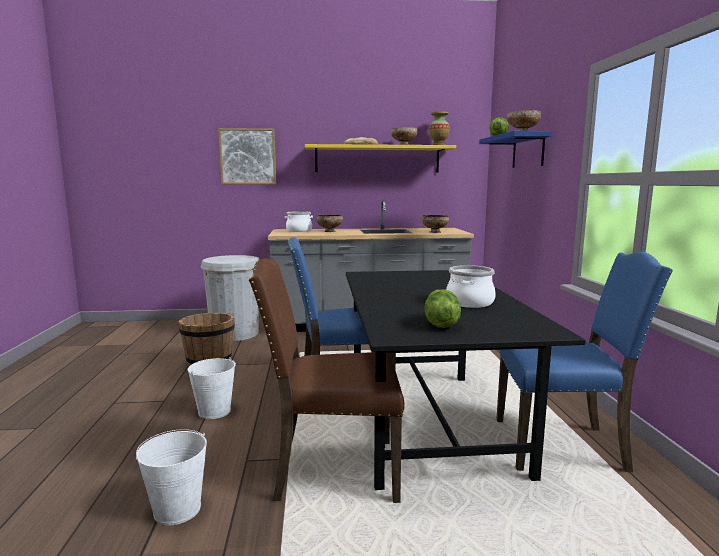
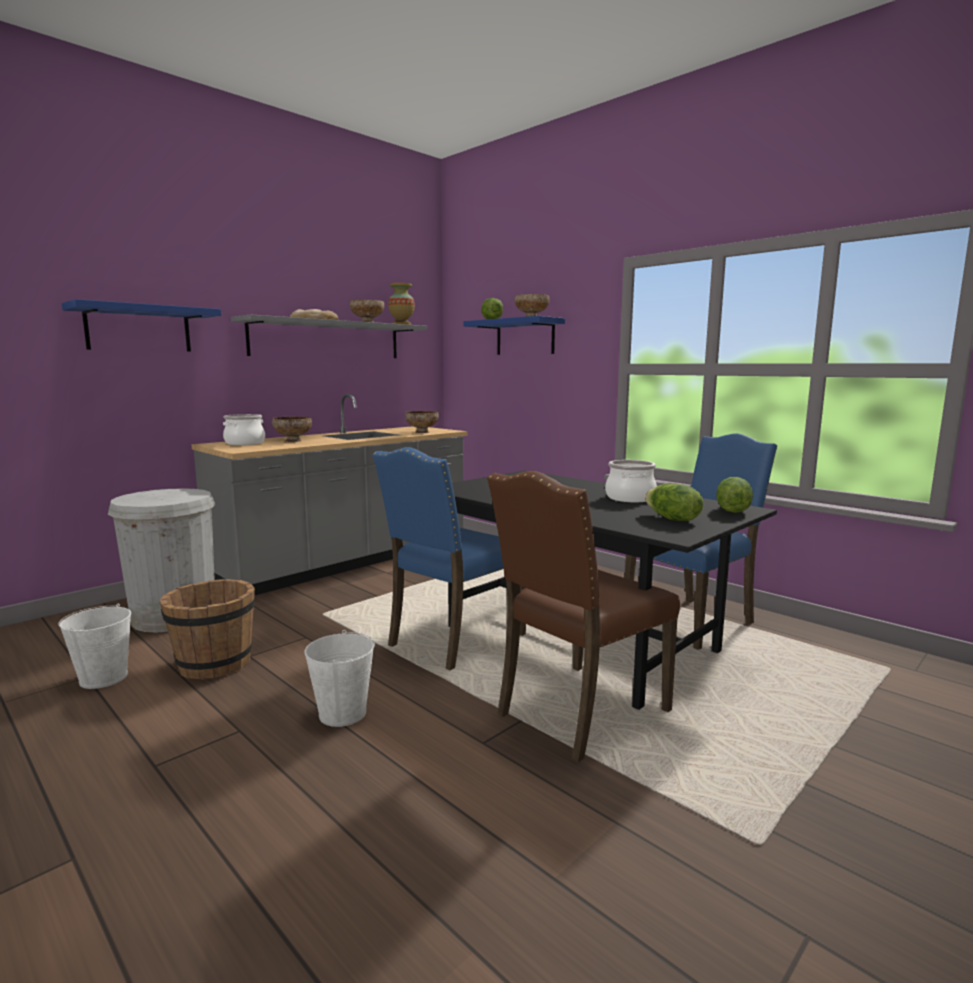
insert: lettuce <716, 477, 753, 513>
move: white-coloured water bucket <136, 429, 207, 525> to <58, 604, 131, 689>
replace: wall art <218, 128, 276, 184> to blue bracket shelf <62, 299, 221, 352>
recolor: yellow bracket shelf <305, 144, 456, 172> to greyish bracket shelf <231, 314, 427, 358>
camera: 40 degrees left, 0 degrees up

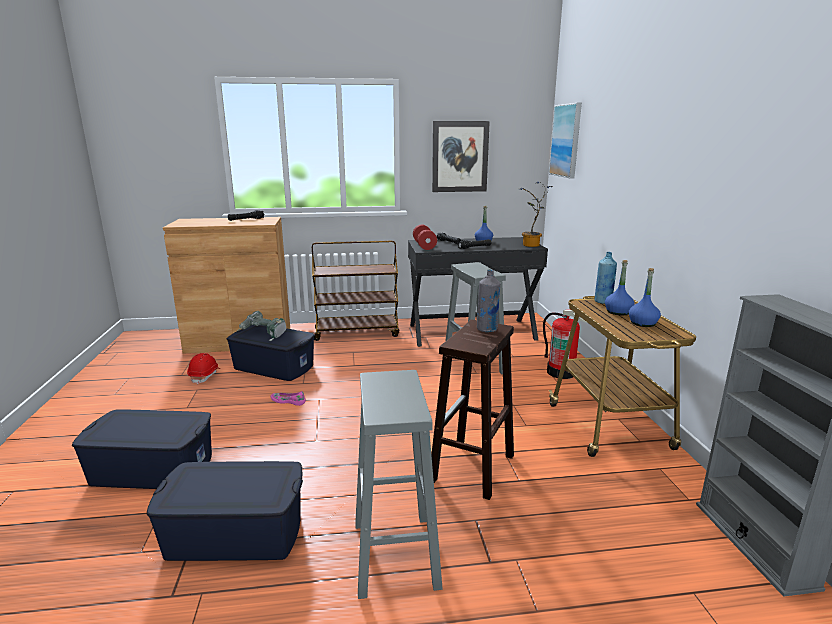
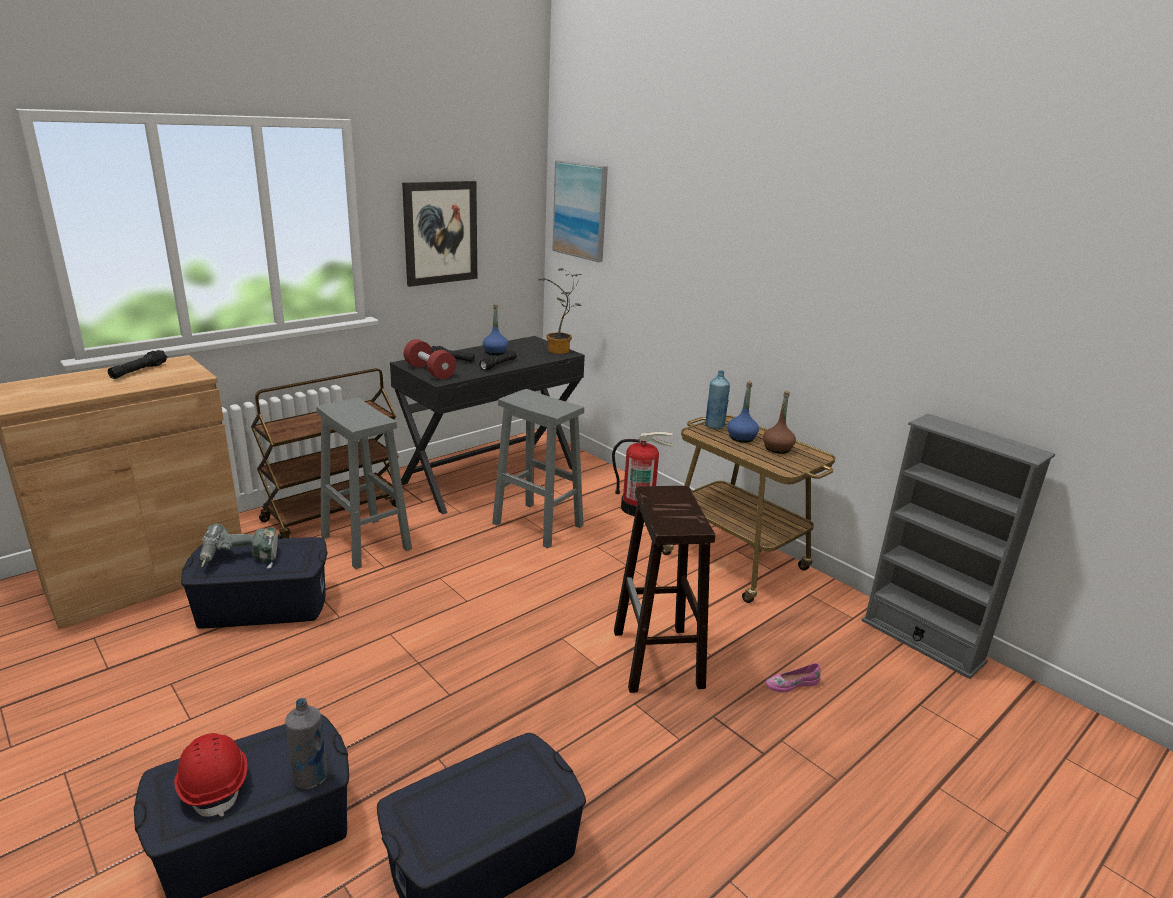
move: reddish safety helmet <187, 353, 221, 384> to <174, 733, 248, 817>; greyish beverage bottle <477, 270, 500, 332> to <285, 698, 327, 789>; greyish sitting stool <355, 370, 443, 599> to <316, 398, 412, 569>; pinkish shoe <271, 391, 306, 406> to <765, 663, 821, 692>
recolor: blue beverage bottle <629, 268, 661, 327> to brownish beverage bottle <763, 391, 796, 454>
camera: 35 degrees left, 5 degrees up

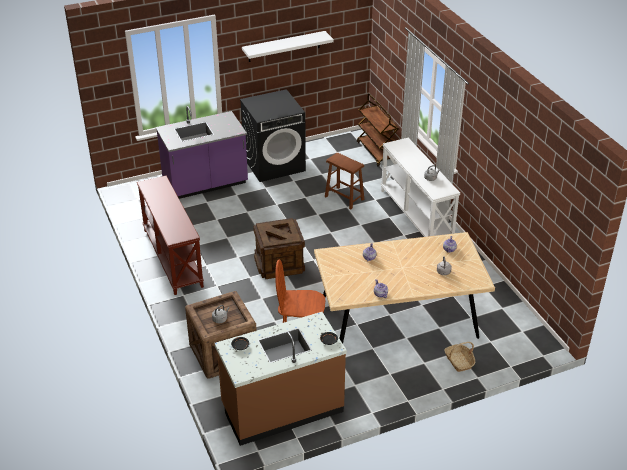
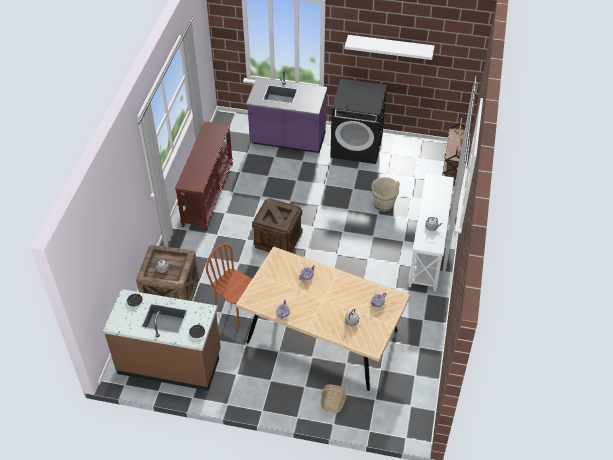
replace: brownish sitting stool <325, 153, 364, 209> to sand-coloured water bucket <371, 177, 400, 212>
camera: 35 degrees right, 10 degrees up

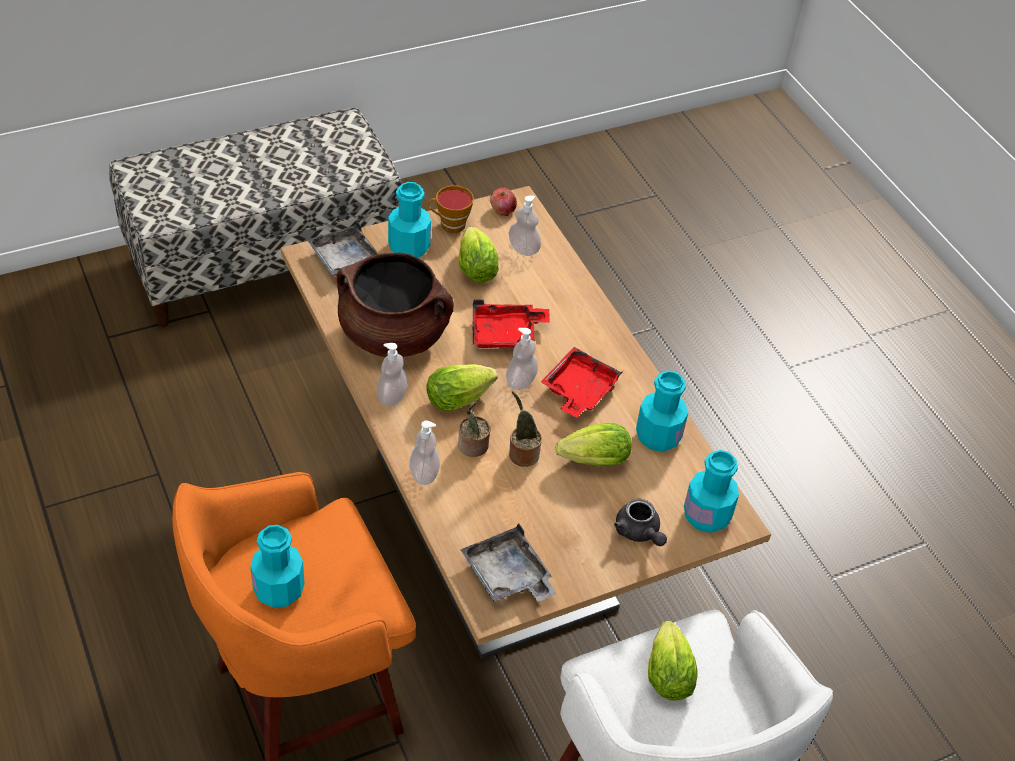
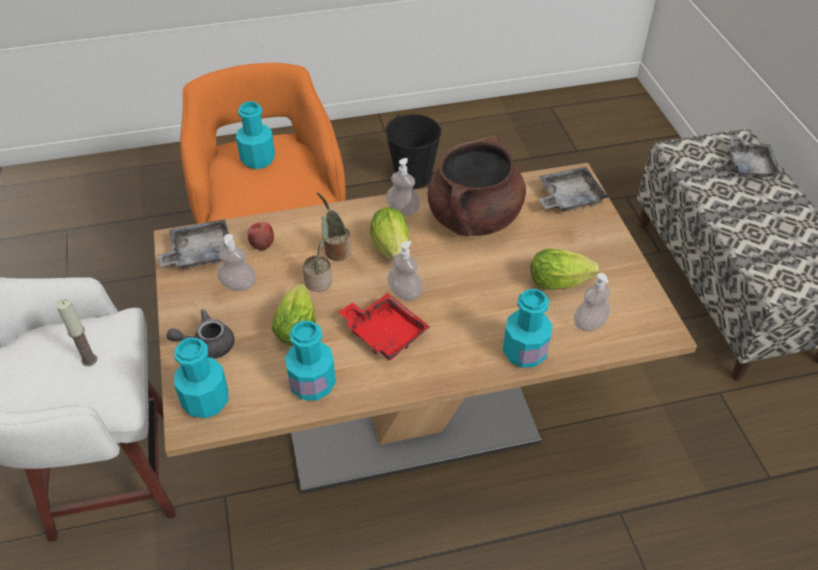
delete: drinking cup <428, 185, 474, 233>; reddish serving tray <473, 299, 550, 348>
insert: black-coloured water bucket <385, 114, 441, 189>; greyish serving tray <728, 137, 781, 179>
move: soap bottle <409, 420, 440, 485> to <217, 234, 256, 291>; whole apple <490, 187, 517, 216> to <247, 222, 274, 251>; blue-green beverage bottle <388, 182, 431, 257> to <503, 289, 553, 368>
replace: lettuce <648, 621, 697, 701> to wax candle <56, 298, 97, 366>
camera: 105 degrees right, 0 degrees up

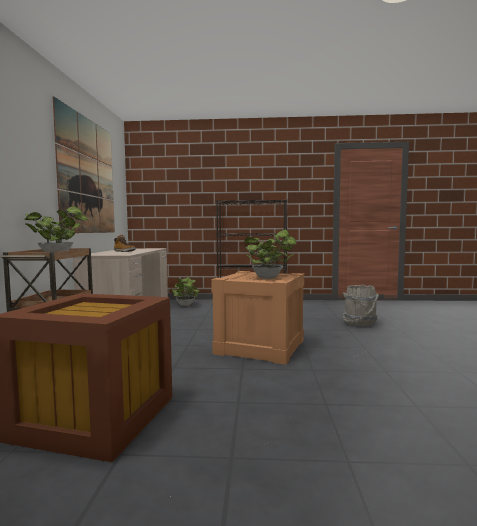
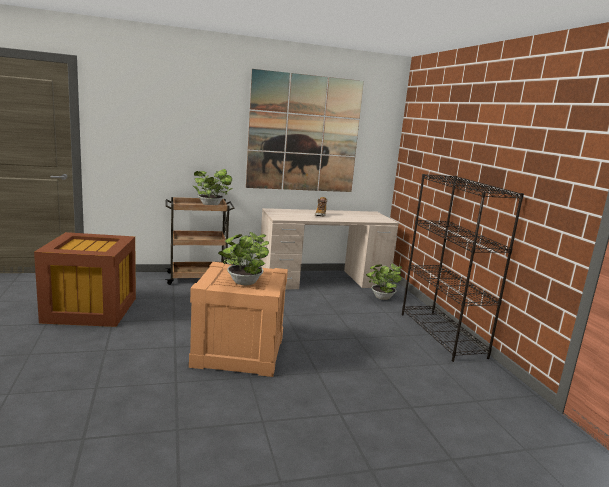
delete: greyish water bucket <343, 285, 379, 327>
camera: 70 degrees right, 10 degrees up

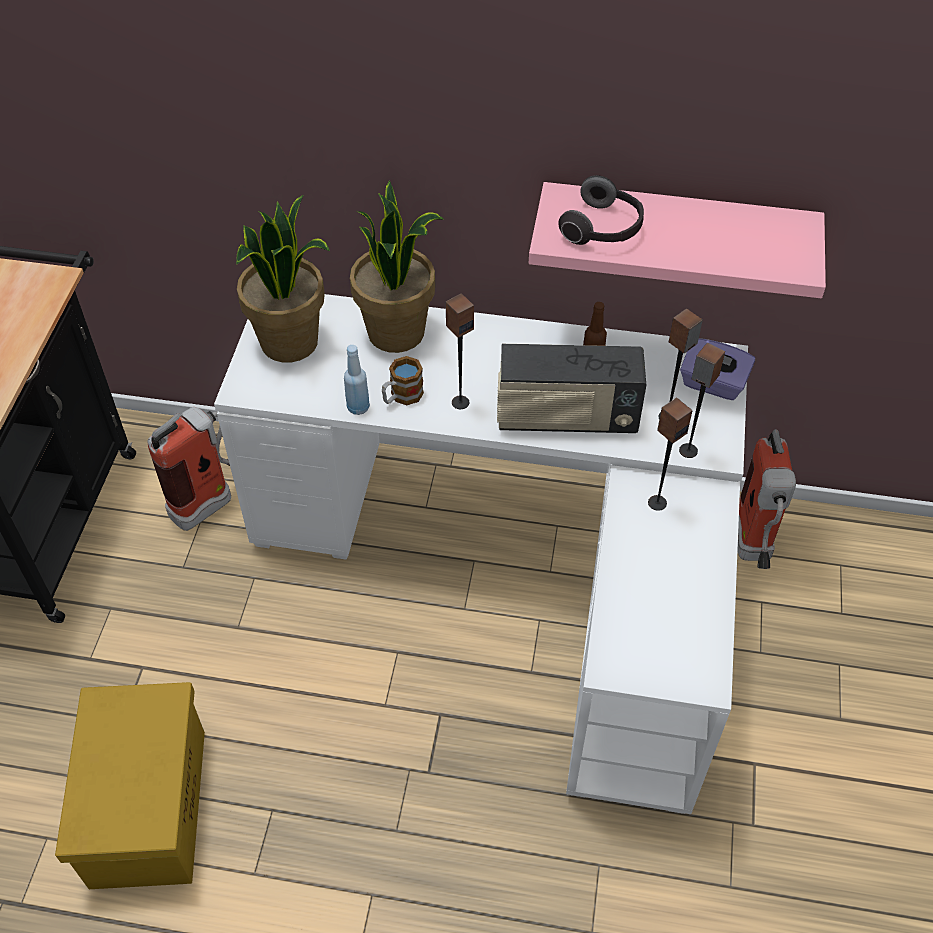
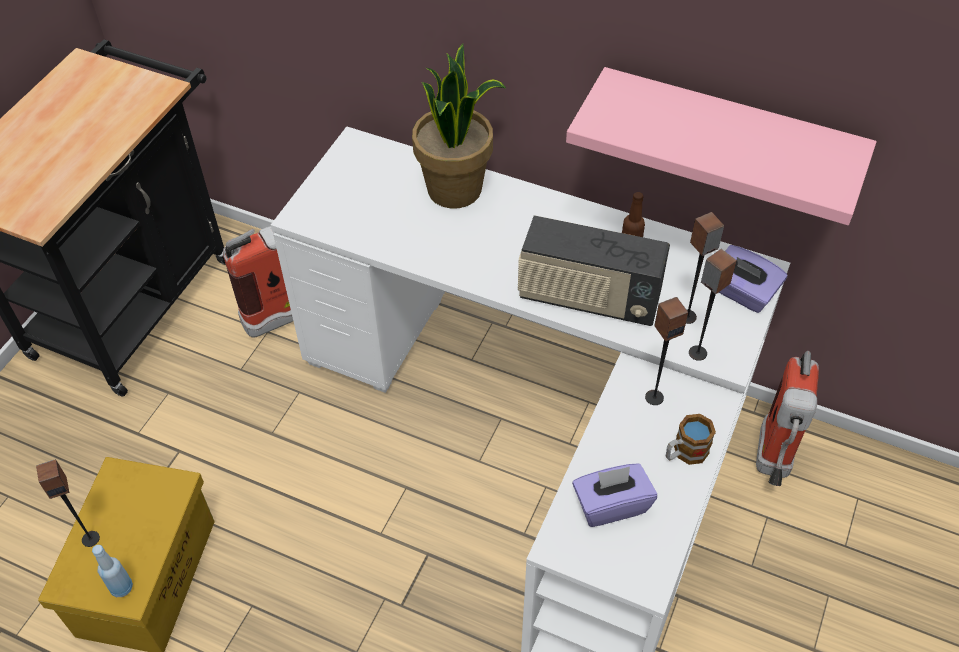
delete: plant in a pot <236, 195, 330, 362>; pair of headphones <558, 175, 644, 245>
insert: purplish tissue holder <572, 463, 657, 527>
move: loudspeaker <446, 293, 474, 409> to <36, 459, 100, 547>; blue beverage bottle <344, 345, 370, 415> to <92, 545, 133, 597>; tea mug <382, 356, 424, 405> to <666, 414, 716, 465>
camera: 15 degrees right, 0 degrees up

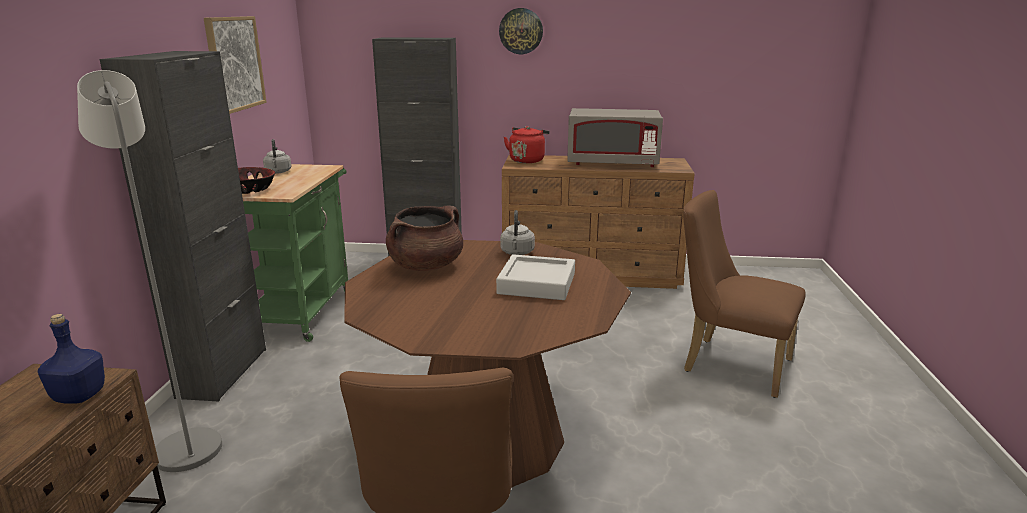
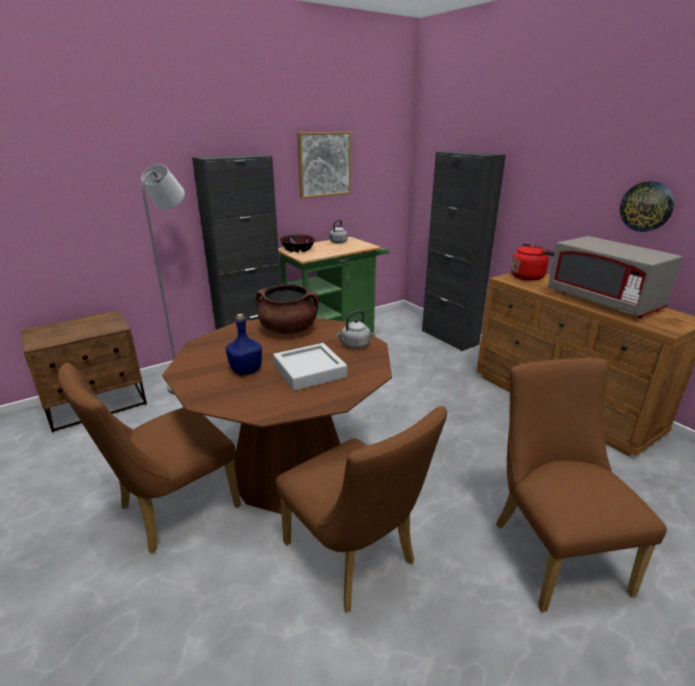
insert: brownish plain chair <276, 406, 447, 612>
move: blue beverage bottle <38, 314, 105, 404> to <226, 314, 262, 375>; wall clock <499, 8, 543, 54> to <620, 181, 674, 232>
camera: 50 degrees right, 5 degrees up

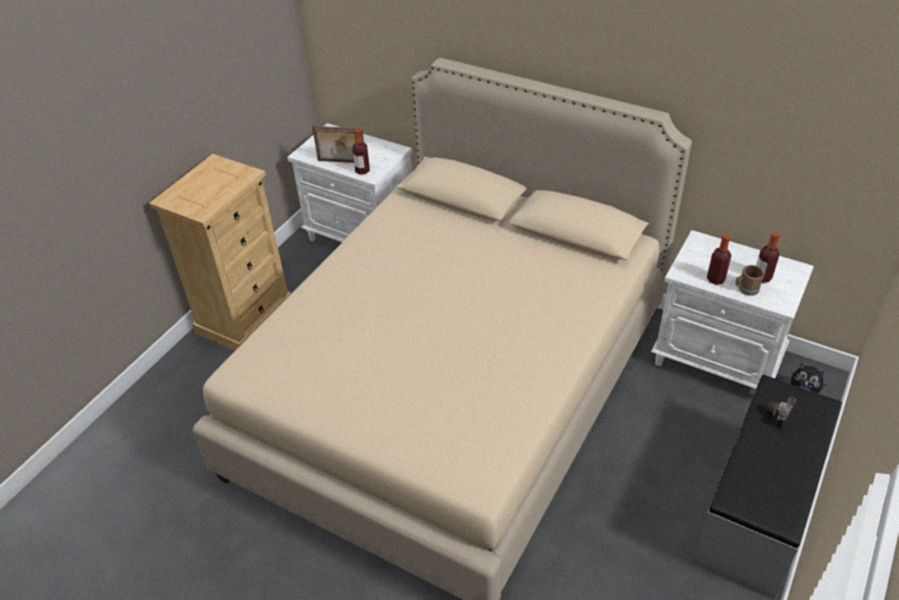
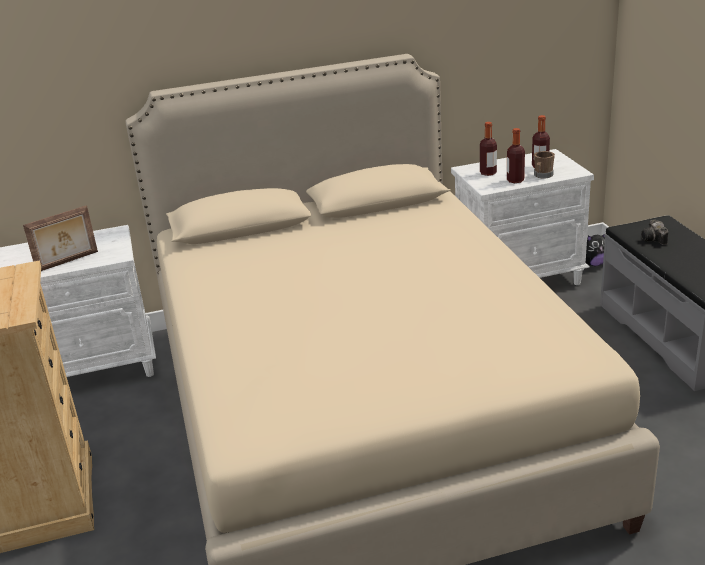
move: beverage bottle <352, 129, 370, 175> to <480, 122, 497, 176>
camera: 45 degrees left, 15 degrees down

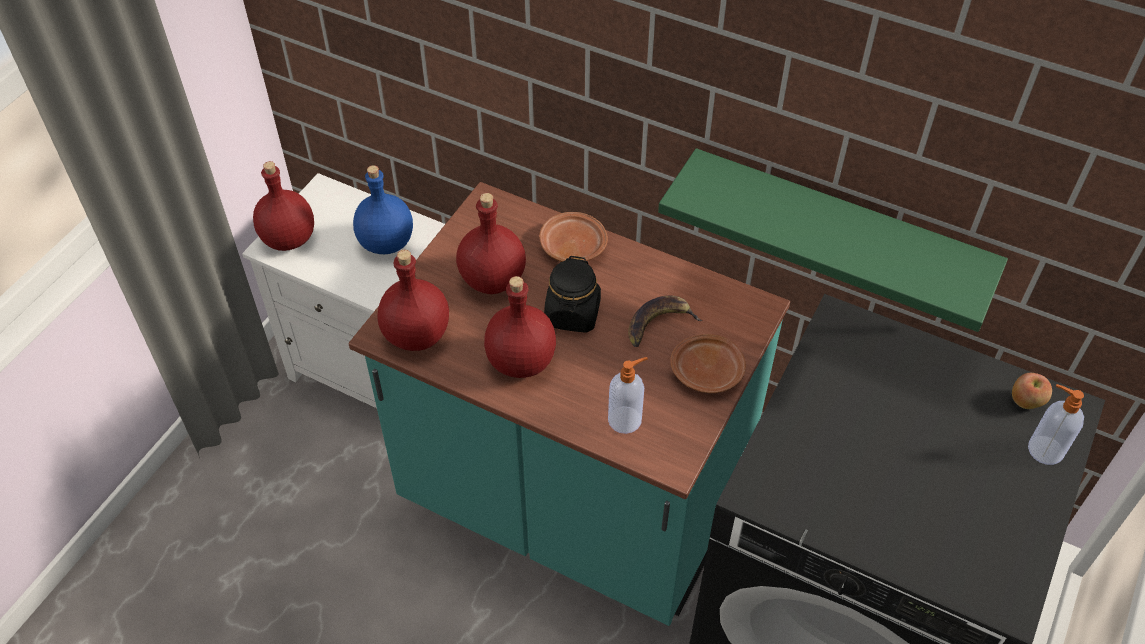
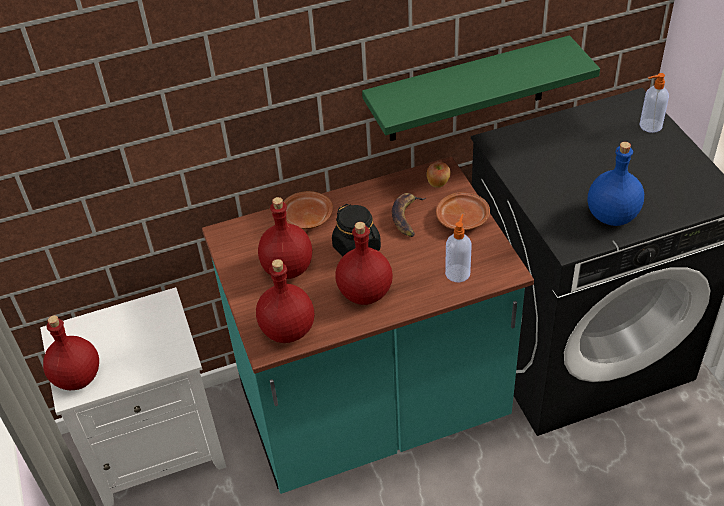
move: whole apple <1012, 373, 1052, 409> to <427, 162, 451, 188>; blue beverage bottle <353, 165, 413, 254> to <588, 142, 644, 226>
camera: 45 degrees left, 5 degrees down

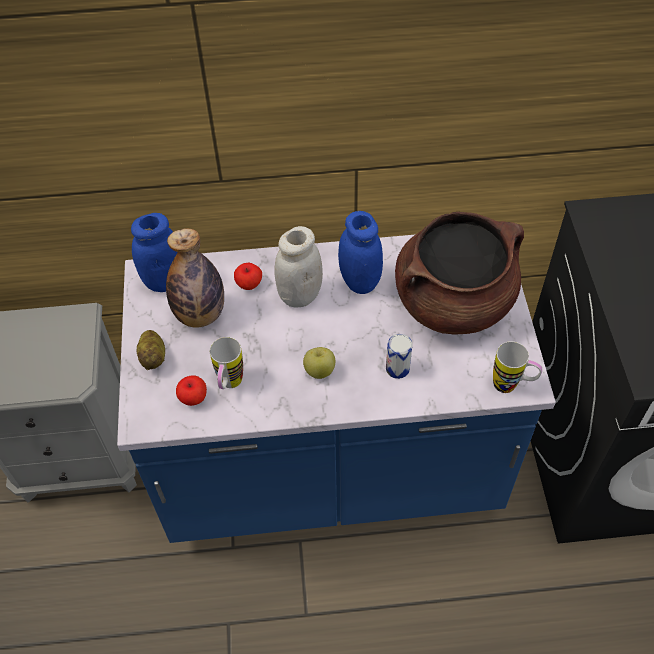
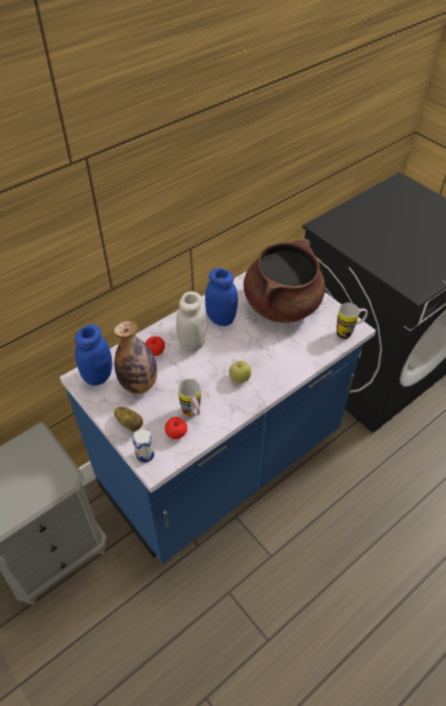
move: sealed can <386, 334, 412, 379> to <132, 429, 154, 463>
camera: 35 degrees left, 5 degrees down

